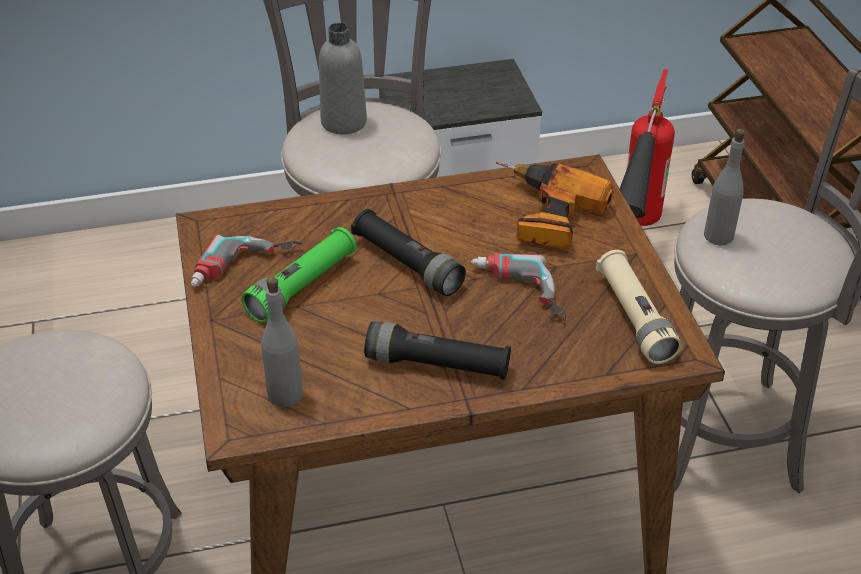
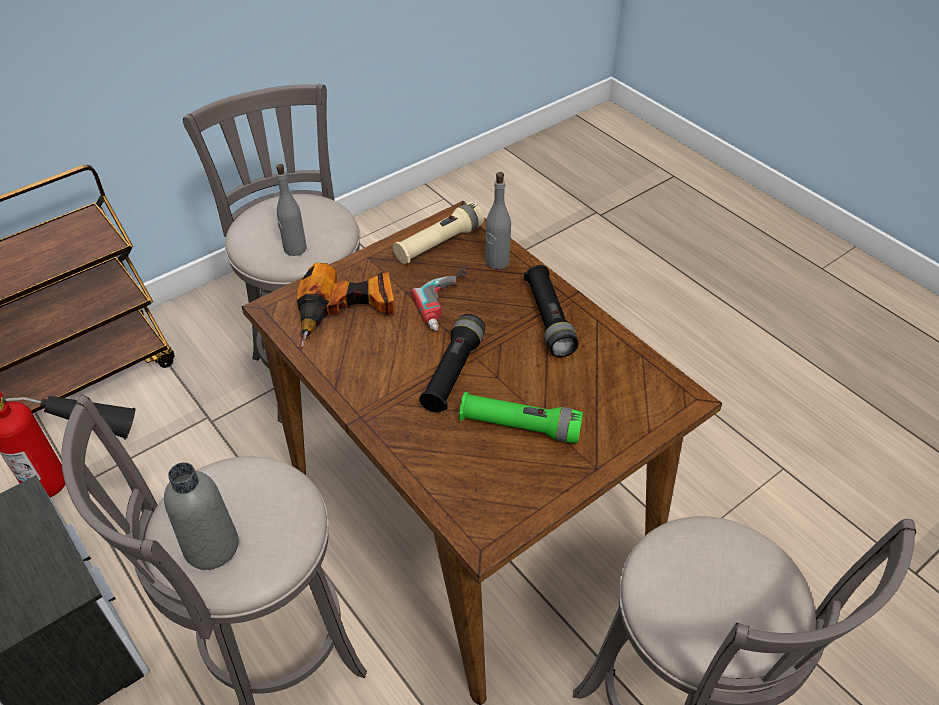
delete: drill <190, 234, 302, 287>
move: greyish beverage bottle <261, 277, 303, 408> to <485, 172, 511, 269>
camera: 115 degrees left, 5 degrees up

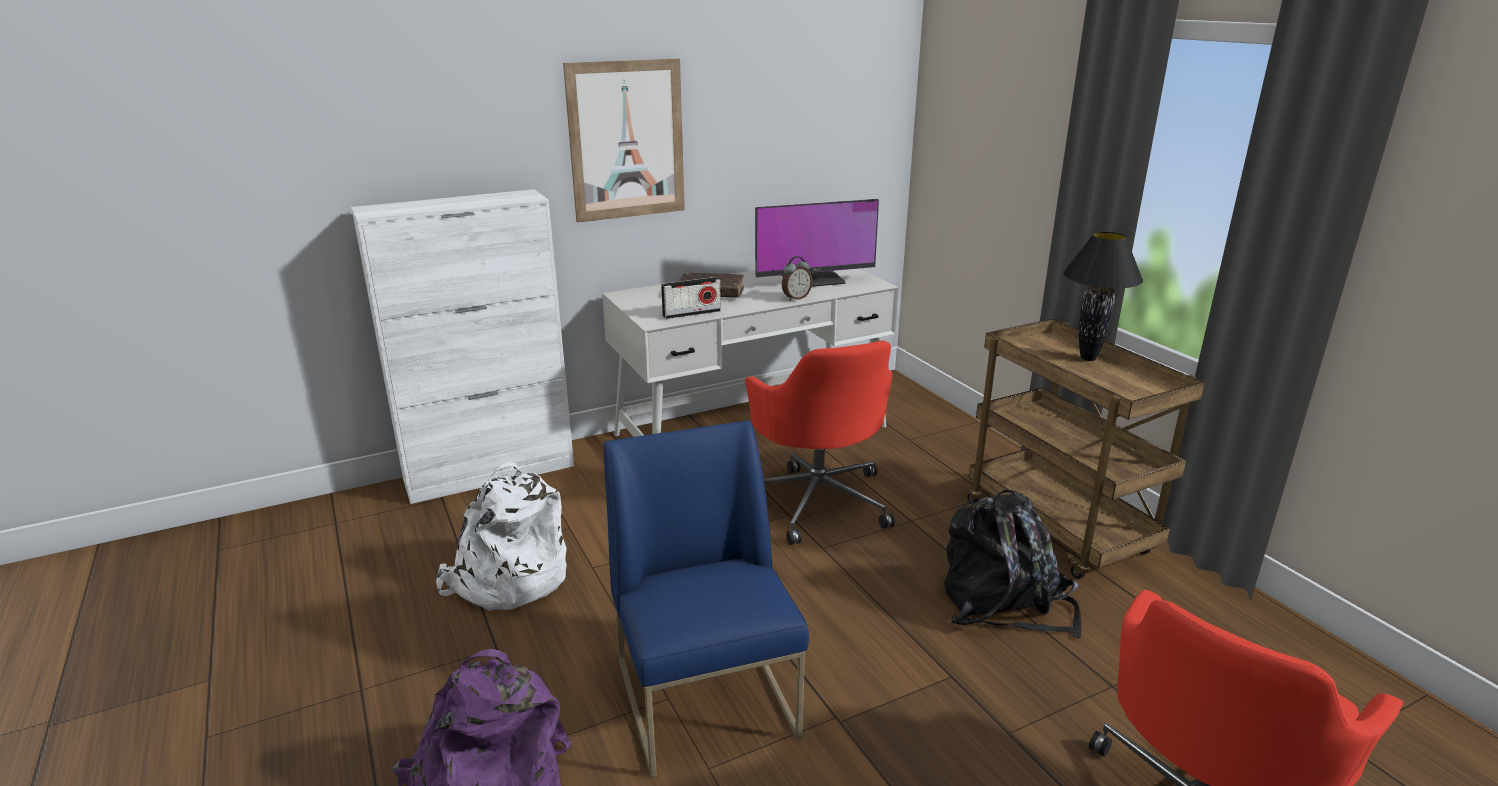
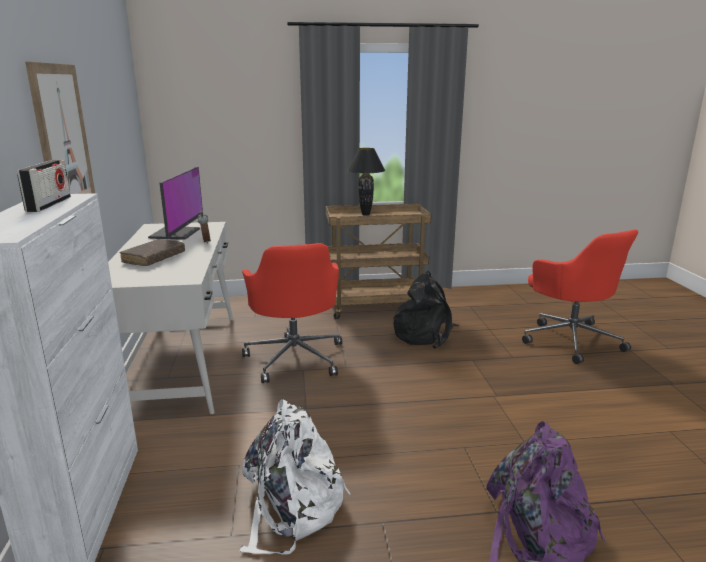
delete: blue plain chair <604, 420, 809, 778>
move: radio set <661, 277, 721, 319> to <17, 160, 71, 212>
rotate: reddish office chair <745, 340, 895, 545> = <242, 243, 342, 383> 75 degrees clockwise
camera: 70 degrees left, 5 degrees down

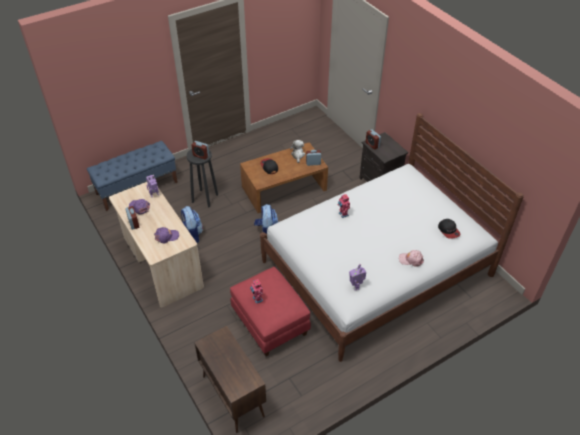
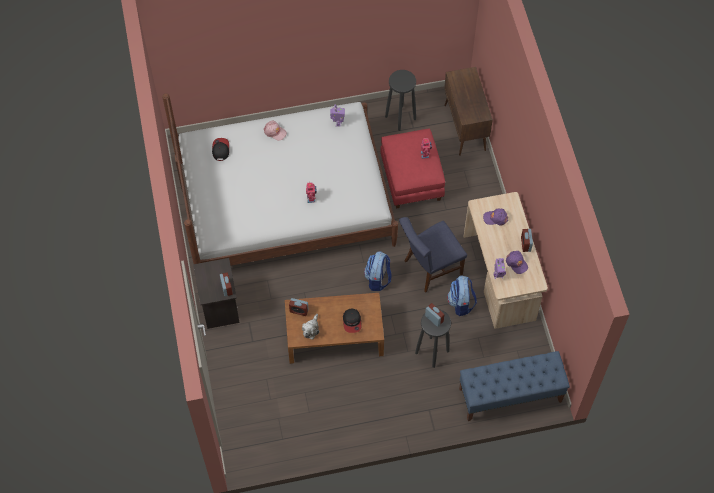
insert: black-coloured sitting stool <385, 70, 416, 131>; blue plain chair <399, 217, 467, 292>
camera: 160 degrees left, 15 degrees up

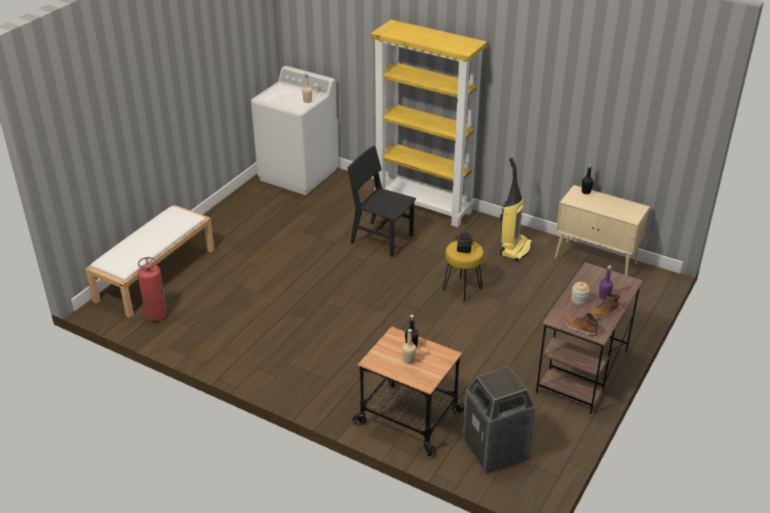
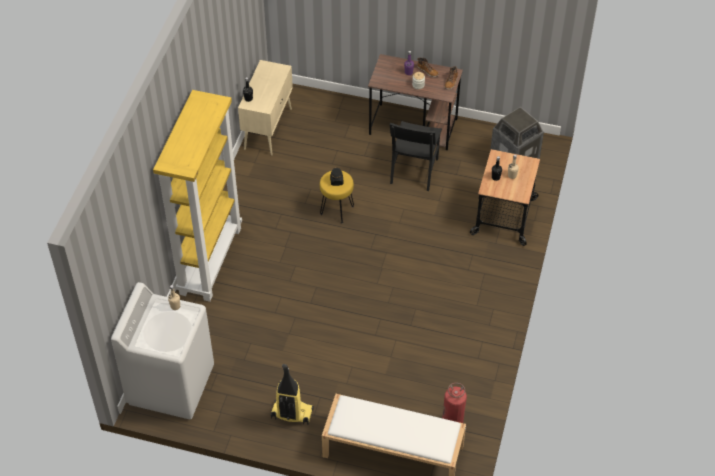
move: vacuum cleaner <500, 158, 532, 262> to <271, 364, 314, 425>; black-coloured plain chair <347, 146, 416, 257> to <390, 121, 442, 191>
camera: 105 degrees left, 15 degrees up

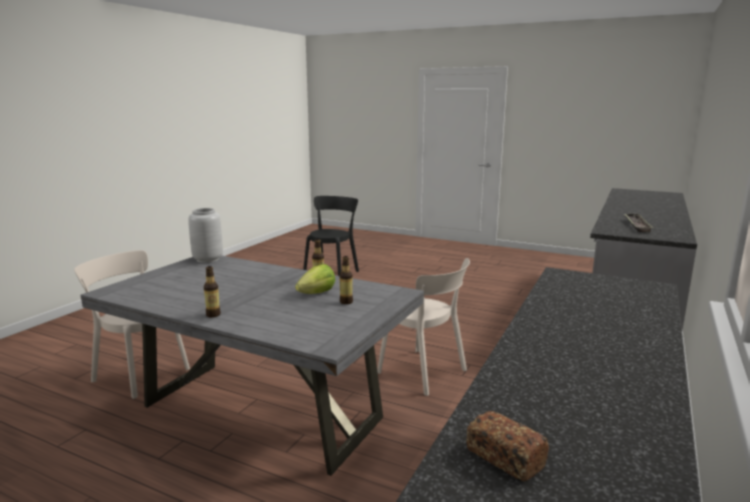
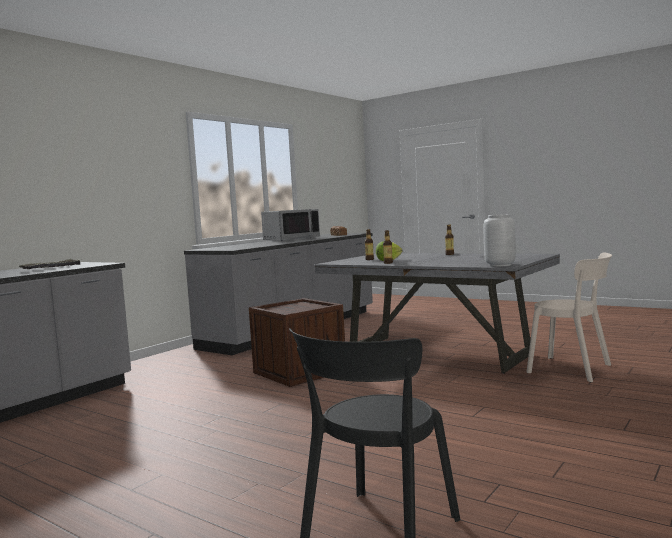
insert: greyish microwave <261, 209, 320, 241>
replace: sand-coloured plain chair <377, 258, 470, 396> to crate <249, 298, 345, 387>
camera: 170 degrees left, 10 degrees down

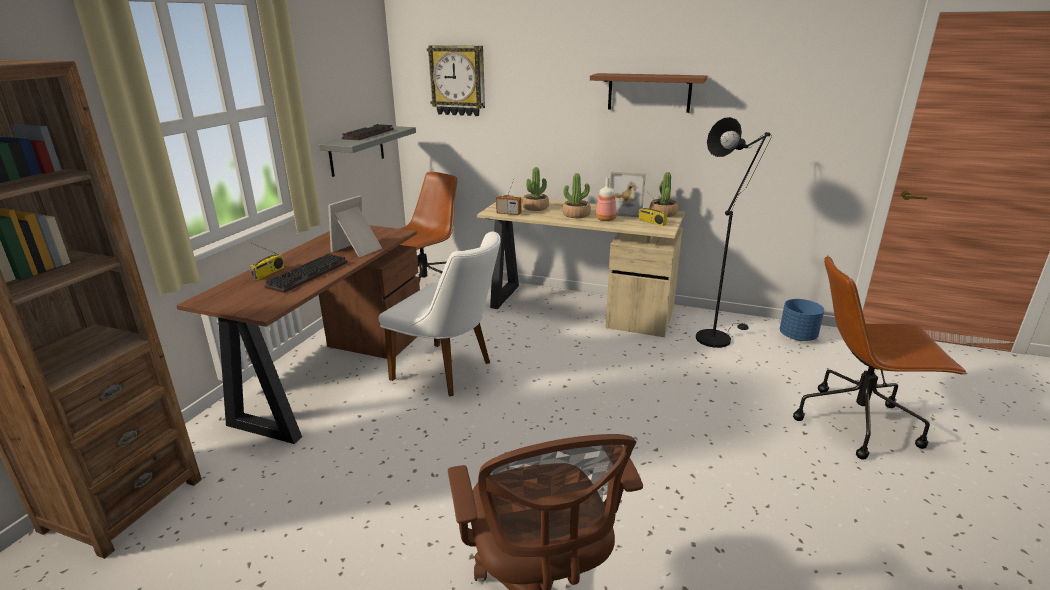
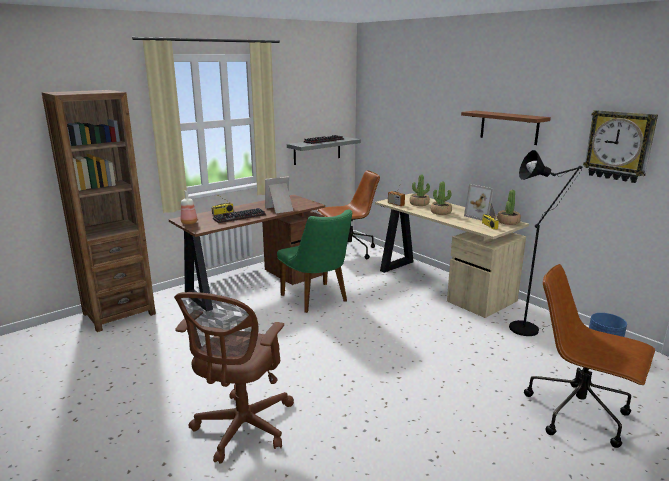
move: beverage bottle <596, 177, 617, 221> to <181, 190, 197, 225>; wall clock <427, 45, 485, 116> to <583, 110, 658, 183>
recolor: white-coloured plain chair <379, 232, 501, 397> to greenish plain chair <277, 210, 352, 313>
camera: 30 degrees right, 5 degrees down

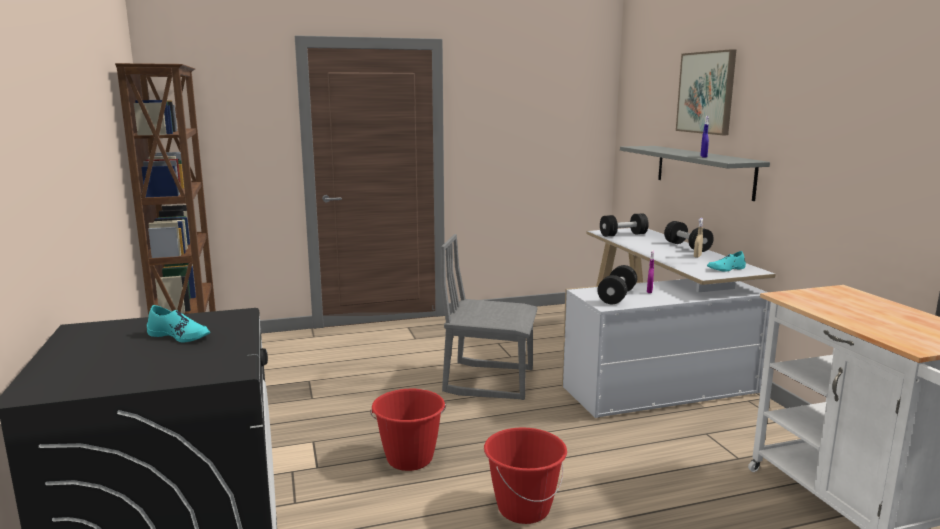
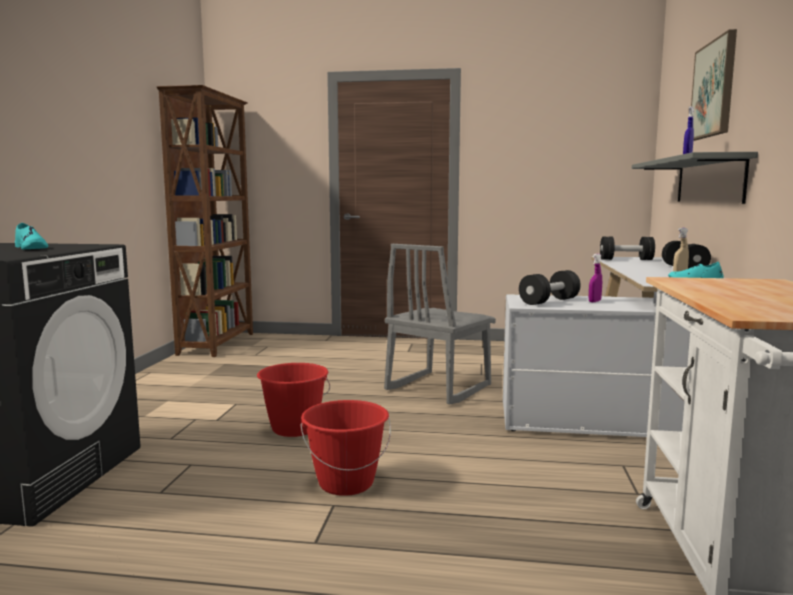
rotate: greyish plain chair <441, 234, 538, 400> = <384, 244, 496, 404> 90 degrees counterclockwise
camera: 25 degrees right, 5 degrees down

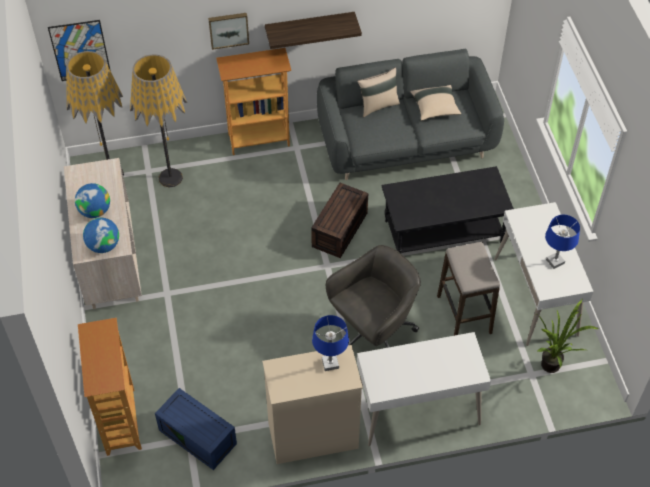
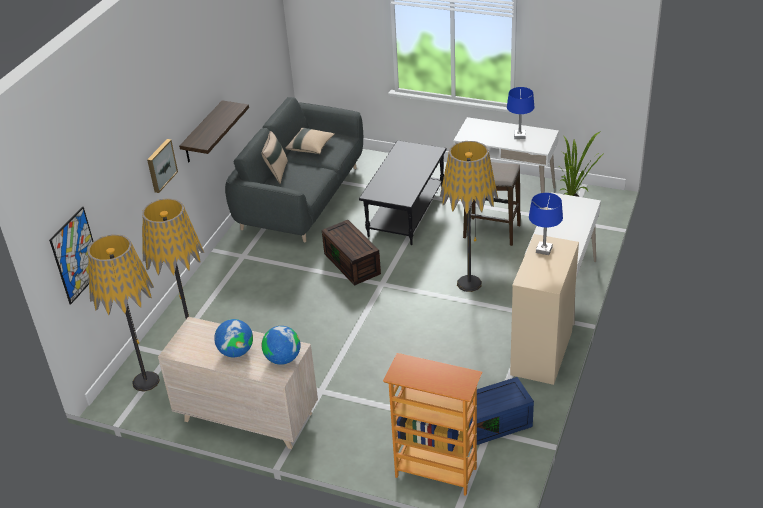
delete: bookcase <216, 48, 291, 155>
replace: greyish office chair <326, 245, 421, 348> to standard lamp <440, 141, 498, 292>
camera: 55 degrees left, 15 degrees down

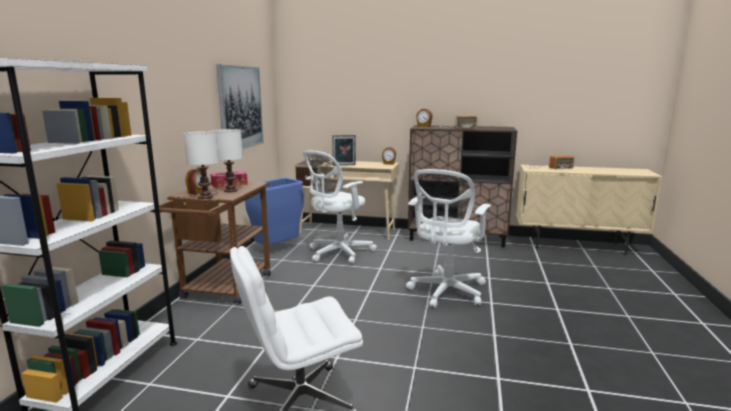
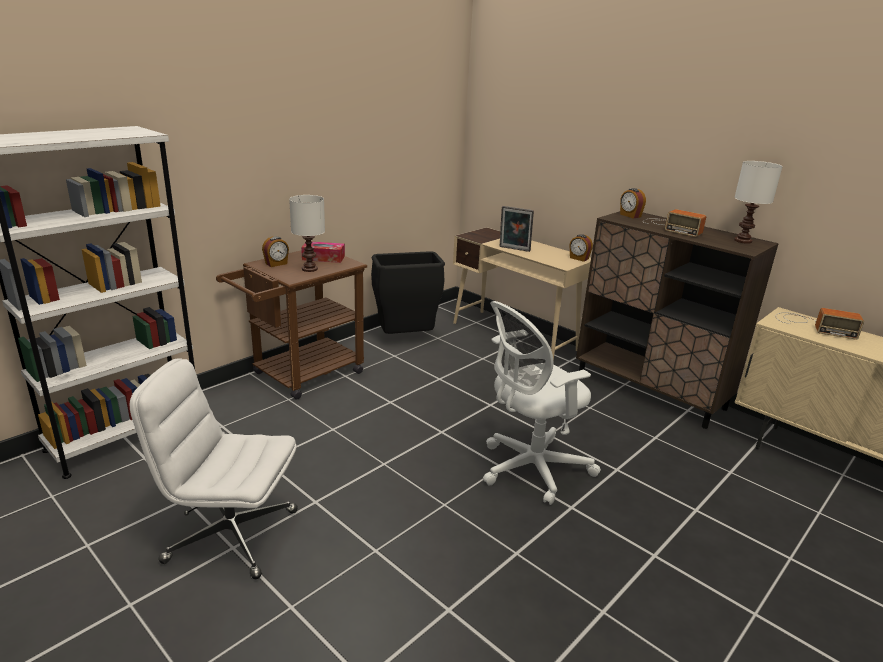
delete: wall art <216, 64, 264, 149>; white-coloured office chair <303, 150, 377, 264>
move: white-coloured lamp for a table <184, 131, 218, 199> to <734, 161, 783, 244>
recolor: blue rubbish bin <245, 178, 304, 245> to black-coloured rubbish bin <371, 251, 445, 334>
camera: 30 degrees right, 10 degrees up

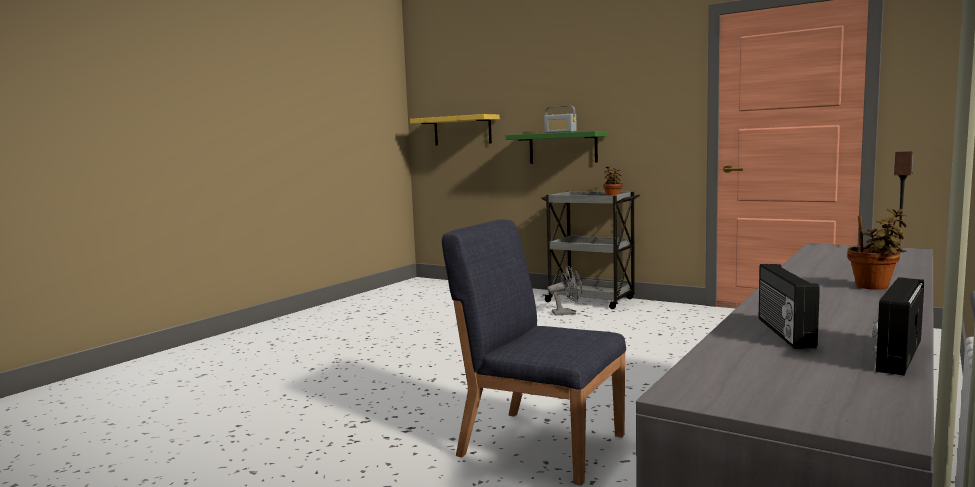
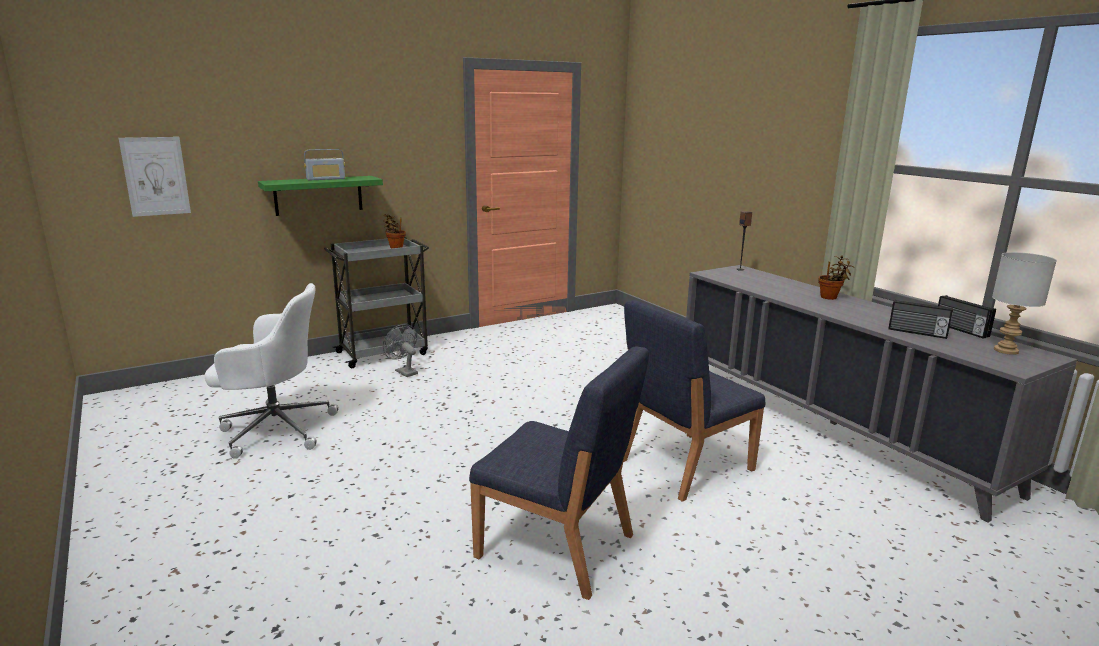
insert: white-coloured office chair <205, 283, 339, 459>; blue plain chair <469, 346, 649, 600>; greyish lamp for a table <992, 252, 1057, 355>
replace: yellow bracket shelf <410, 114, 500, 146> to wall art <119, 137, 191, 217>
rotate: greyish cooling fan <547, 265, 582, 316> = <383, 324, 418, 377> 60 degrees counterclockwise
camera: 65 degrees left, 10 degrees up

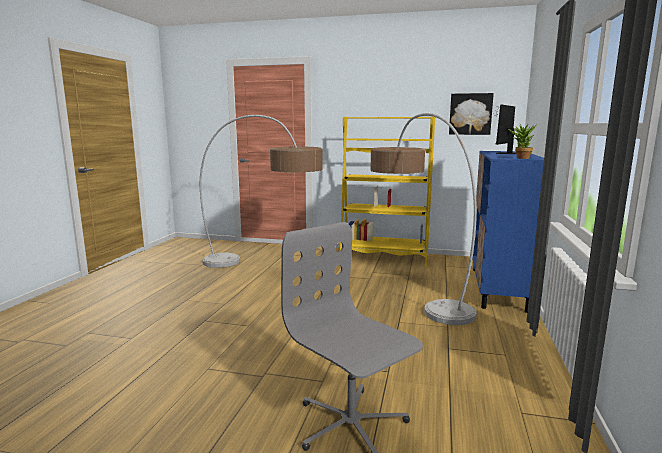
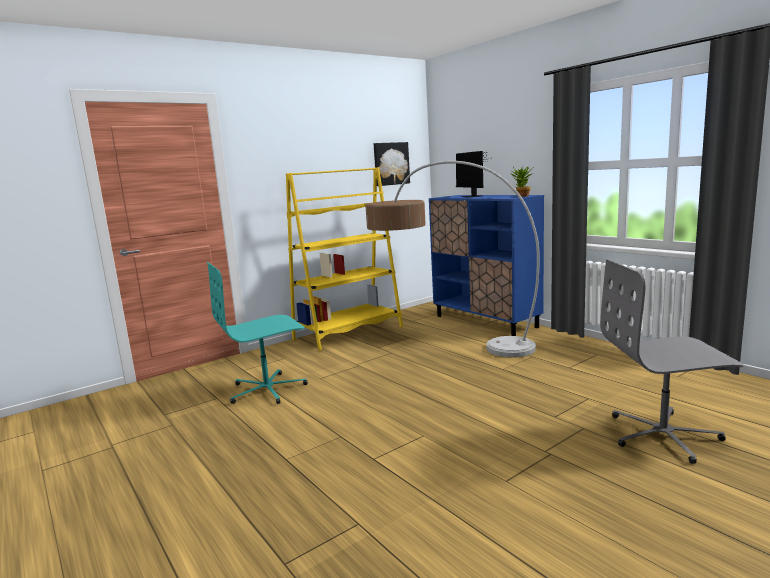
replace: standard lamp <200, 115, 322, 268> to blue-green office chair <207, 262, 308, 404>
camera: 50 degrees left, 0 degrees up

